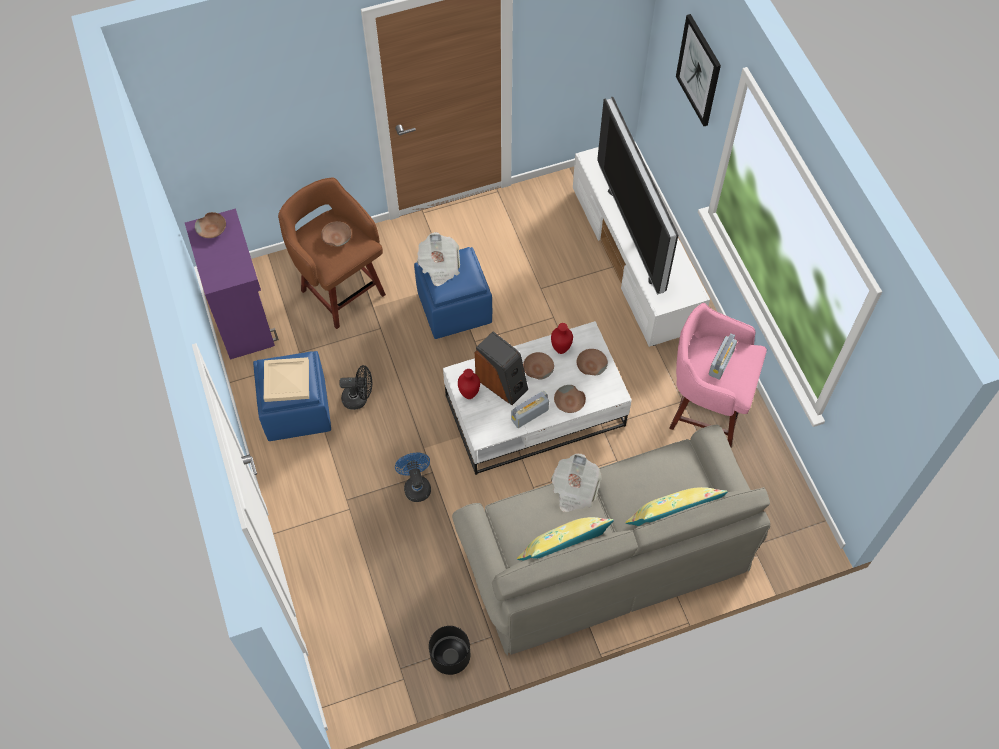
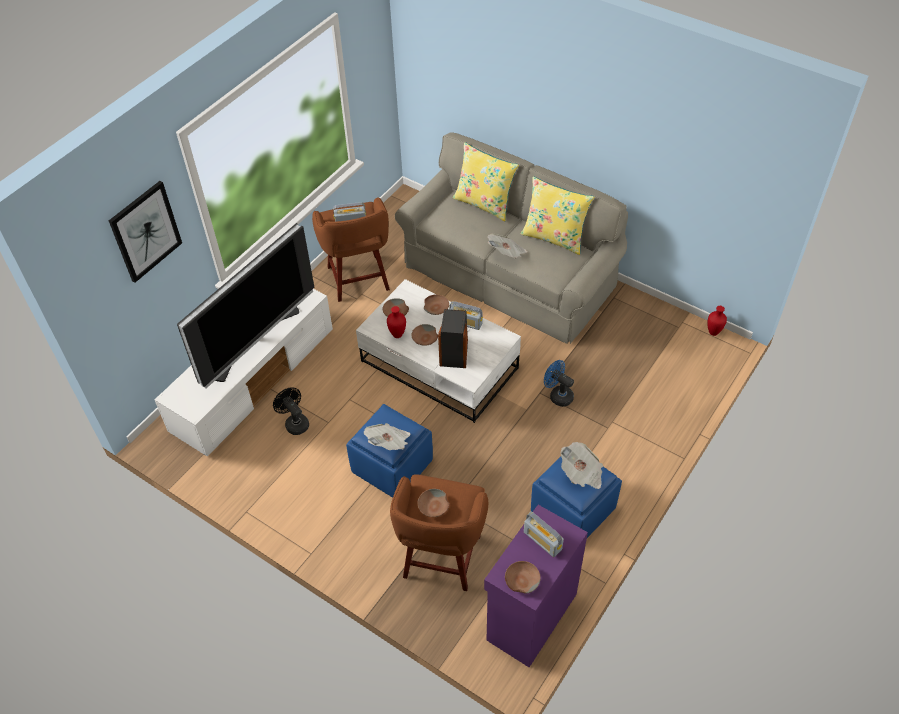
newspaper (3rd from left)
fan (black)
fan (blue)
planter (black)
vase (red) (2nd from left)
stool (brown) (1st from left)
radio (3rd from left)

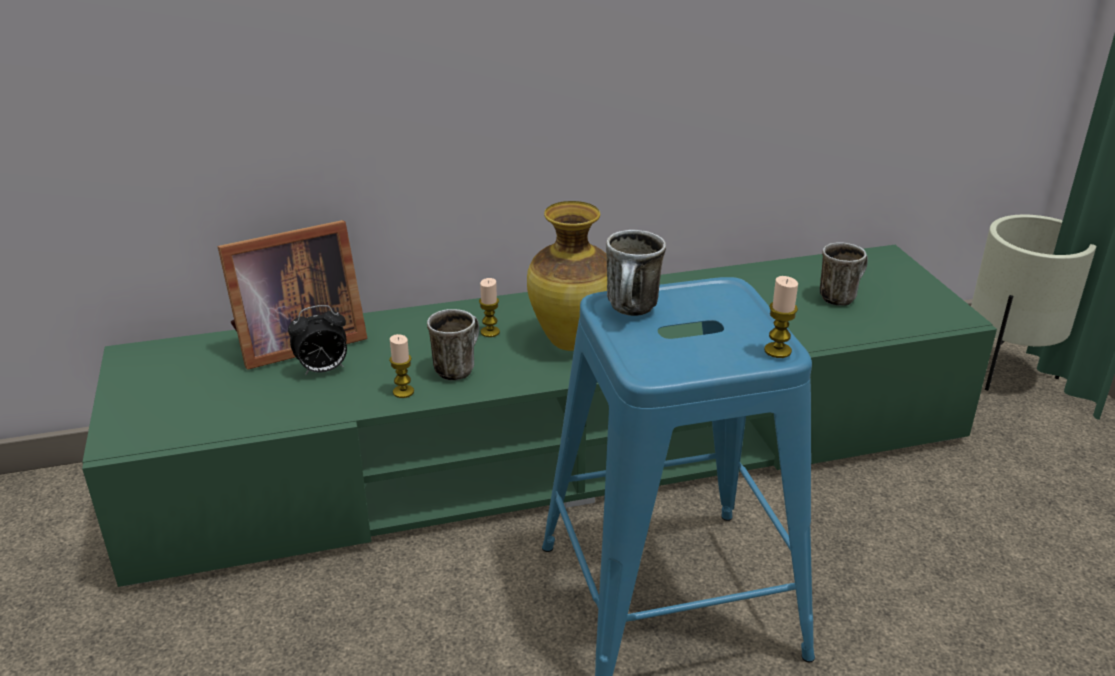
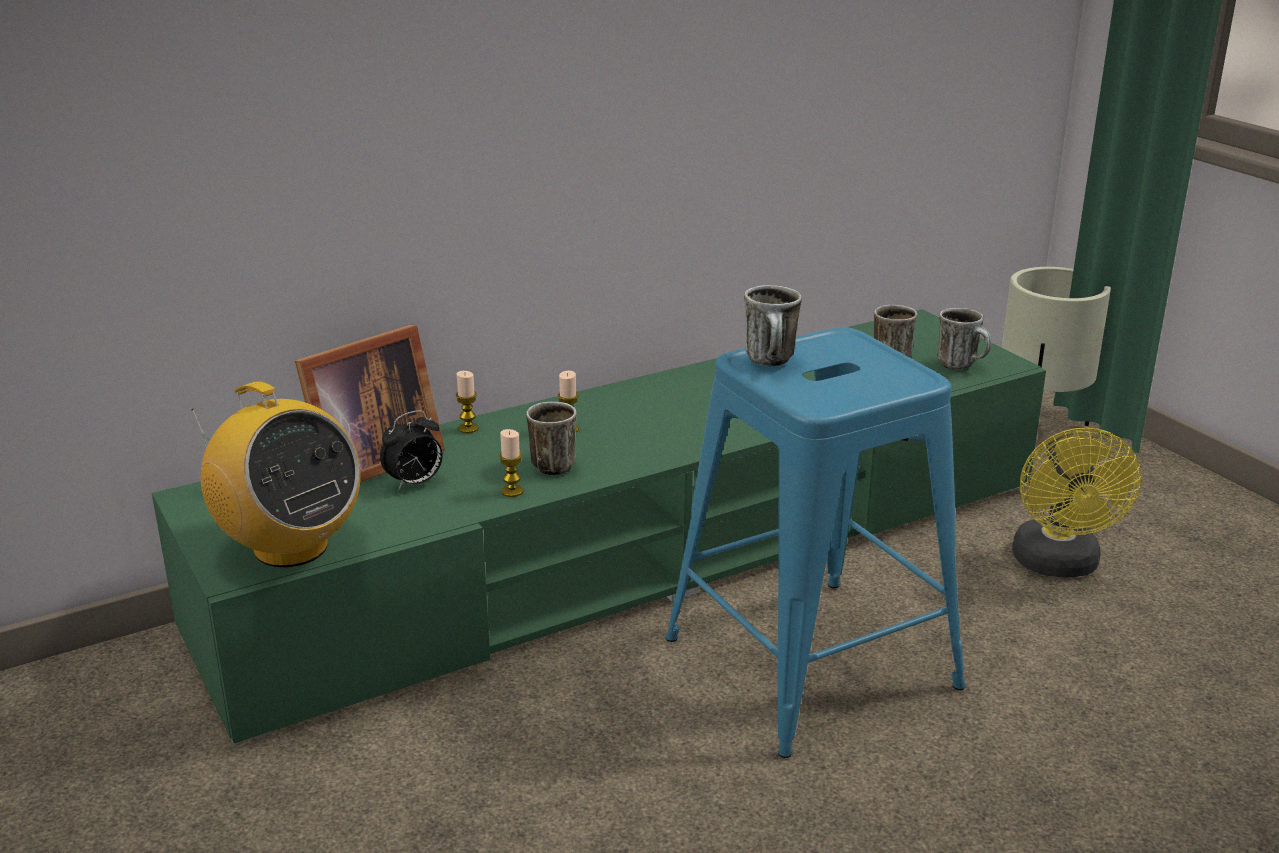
vase
candle (1st from left)
radio
mug (4th from left)
fan (yellow)

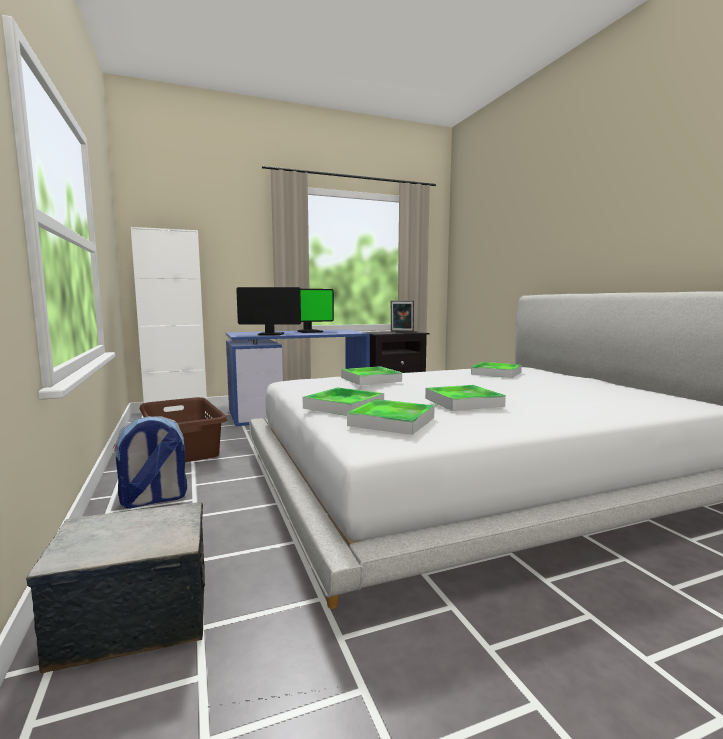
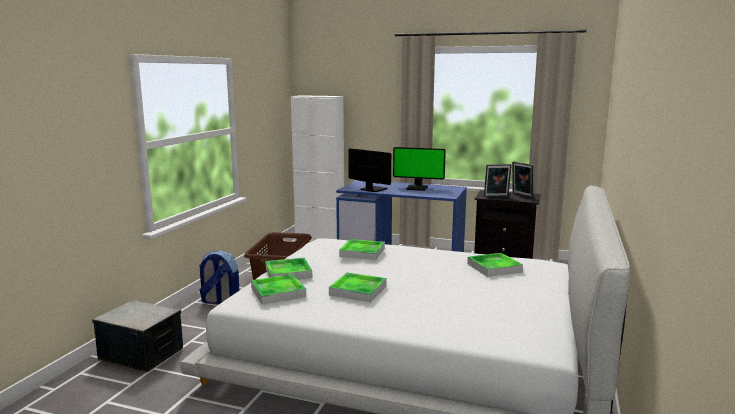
picture frame (1st from left)

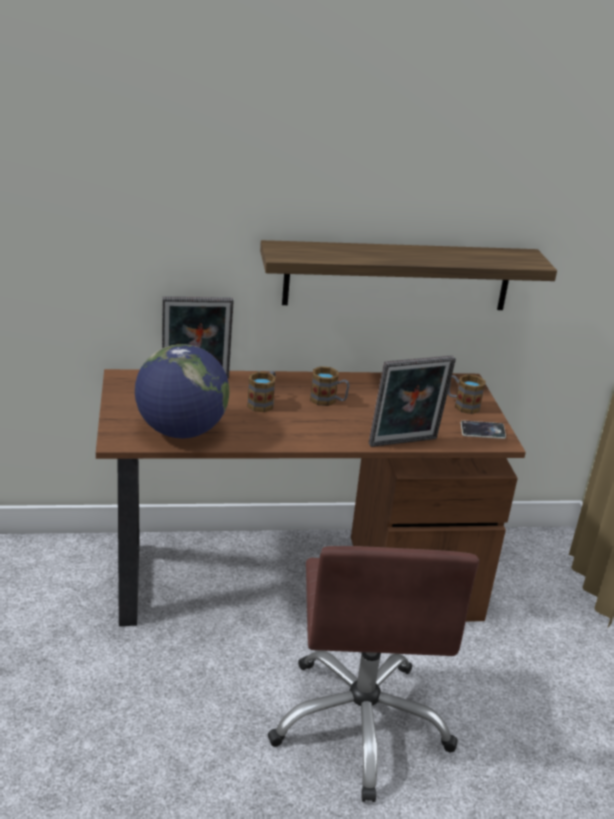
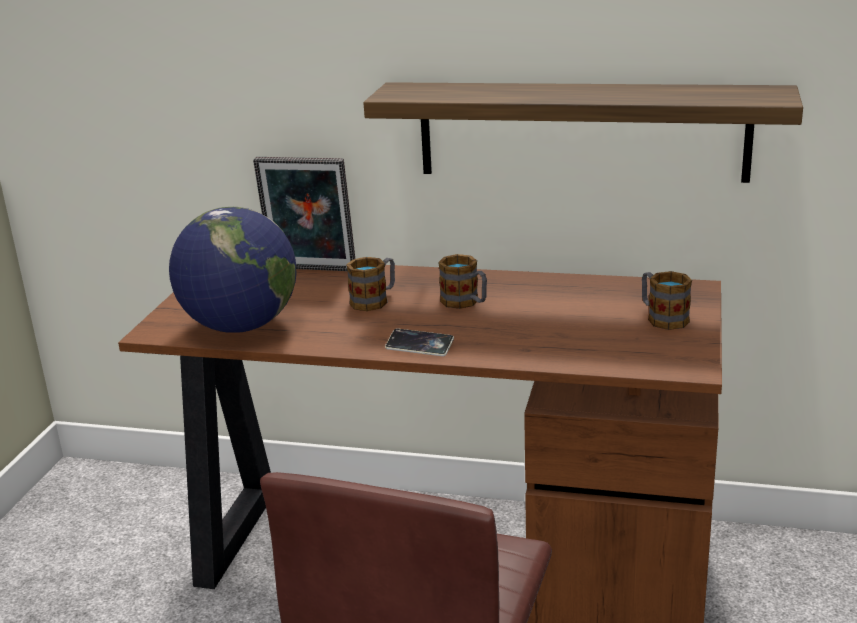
picture frame (2nd from left in the first image)
phone

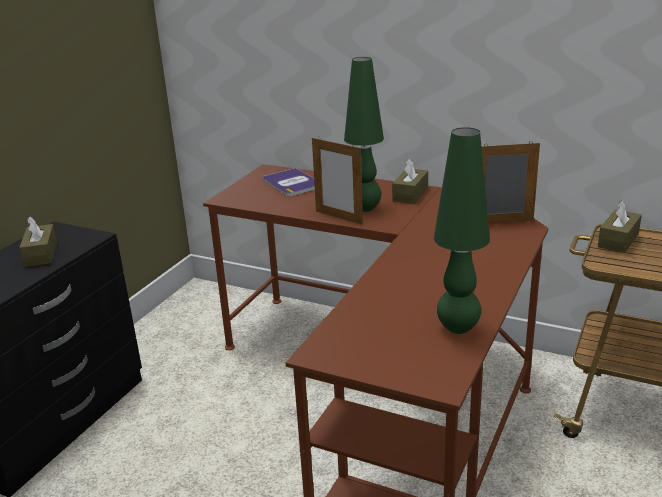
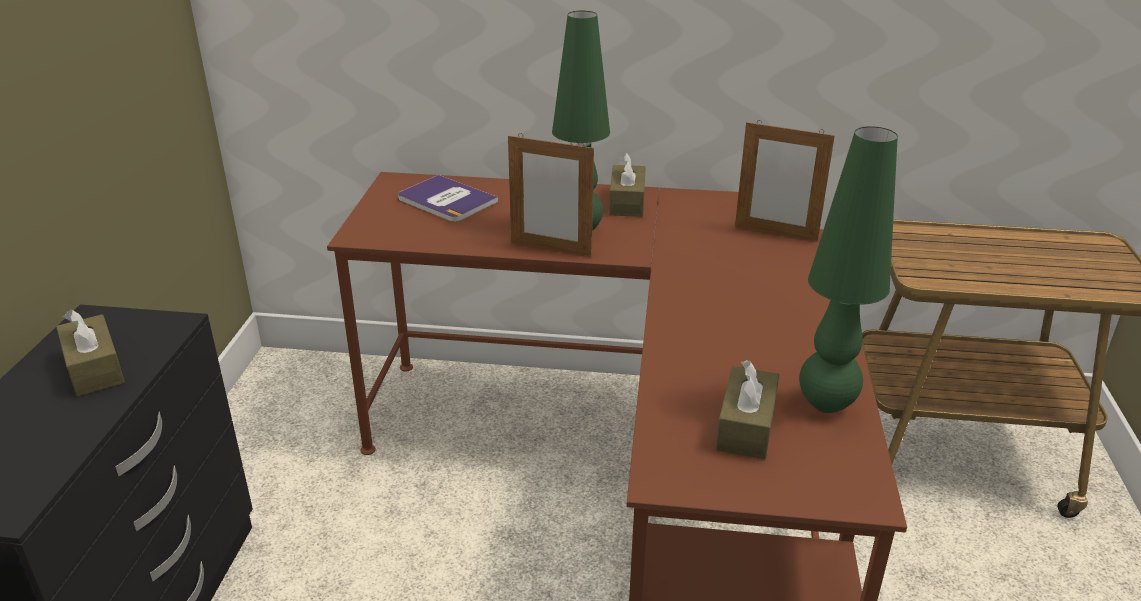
picture frame (2nd from left)
tissue box (brown) (3rd from left)

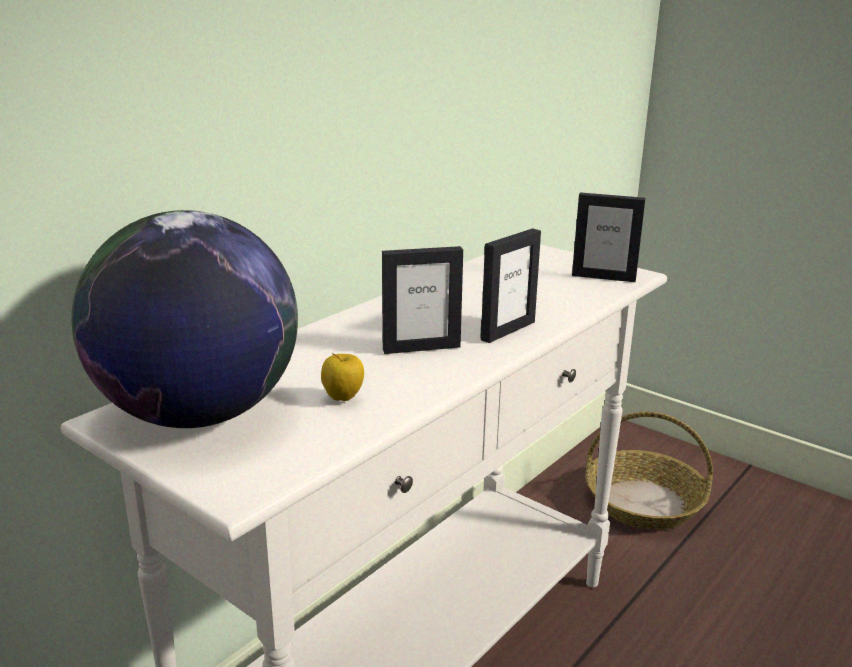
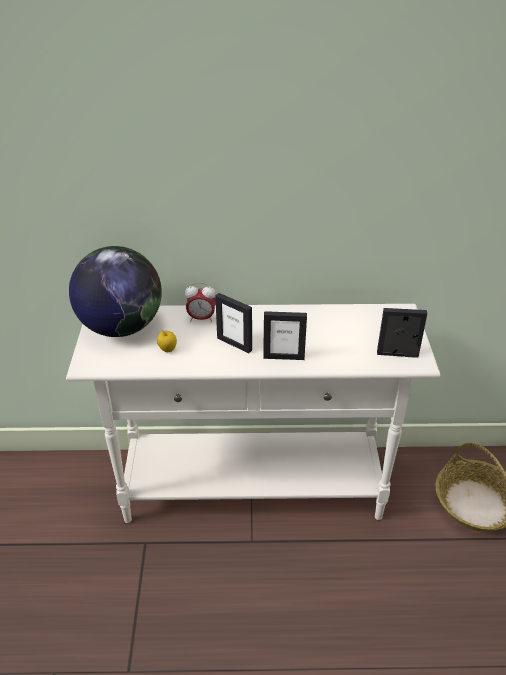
picture frame (3rd from left)
alarm clock

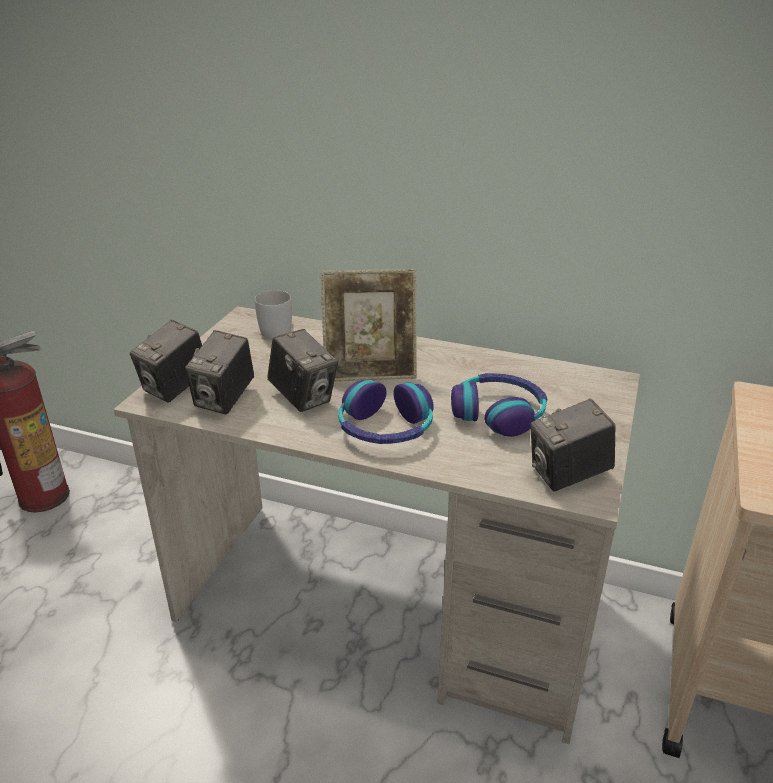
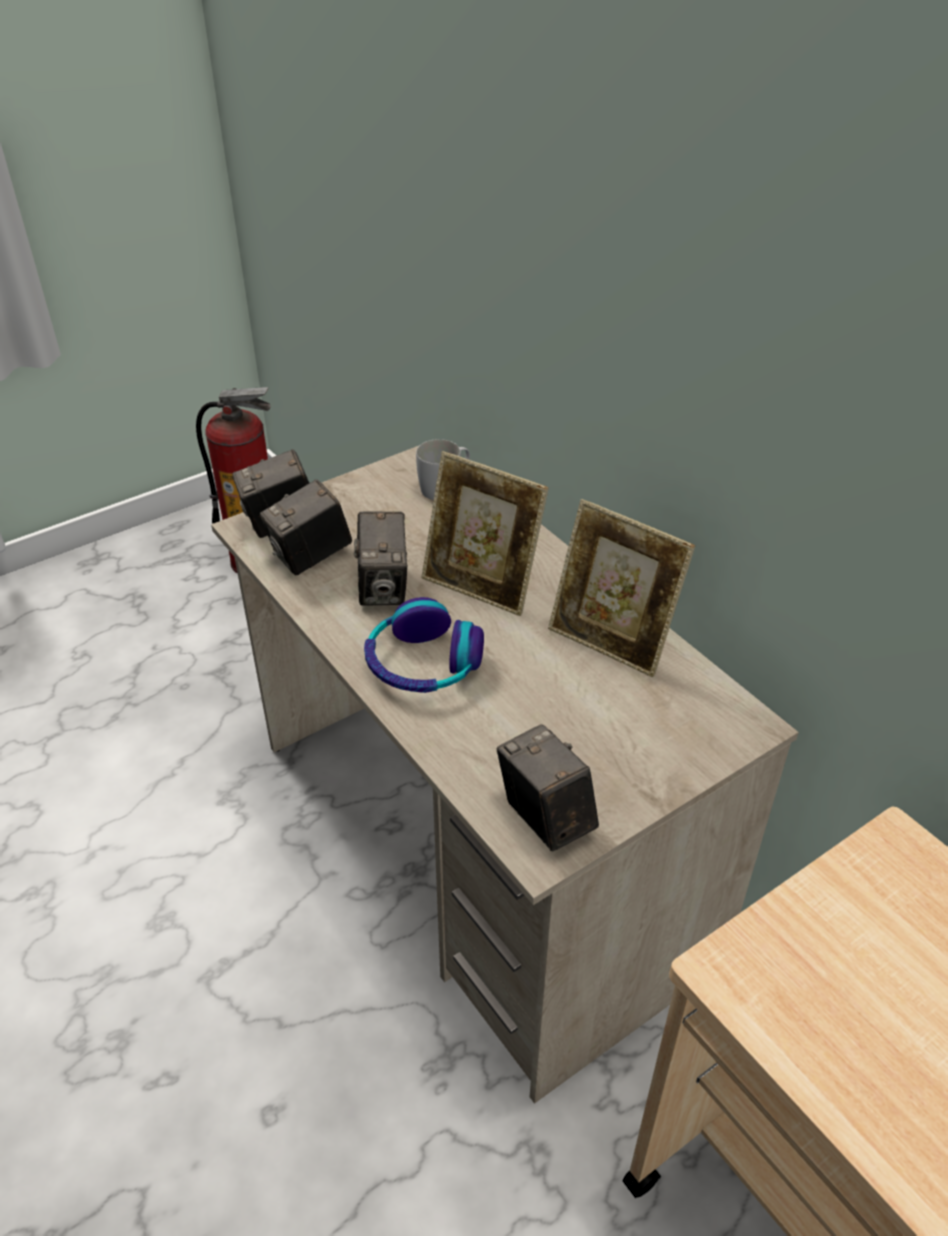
headphones (2nd from left in the first image)
photo camera (4th from left)
picture frame (2nd from left)

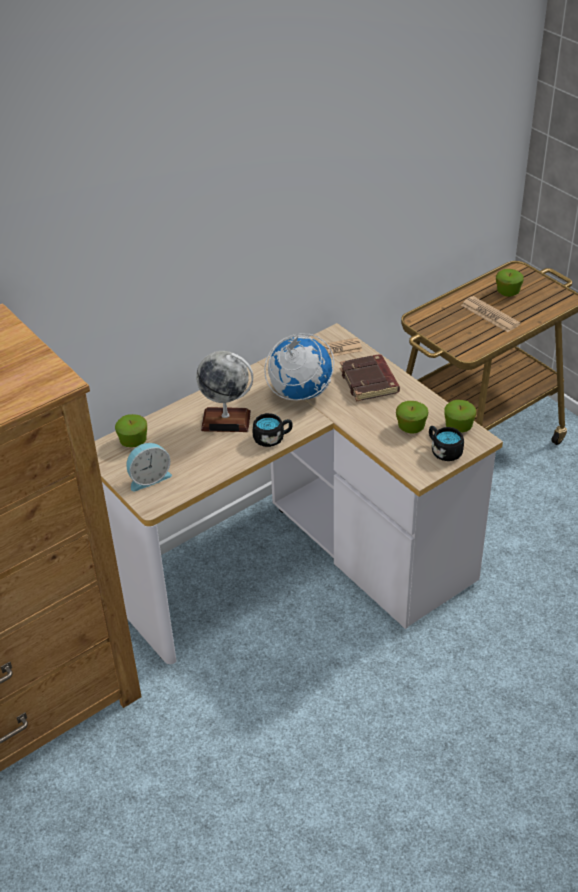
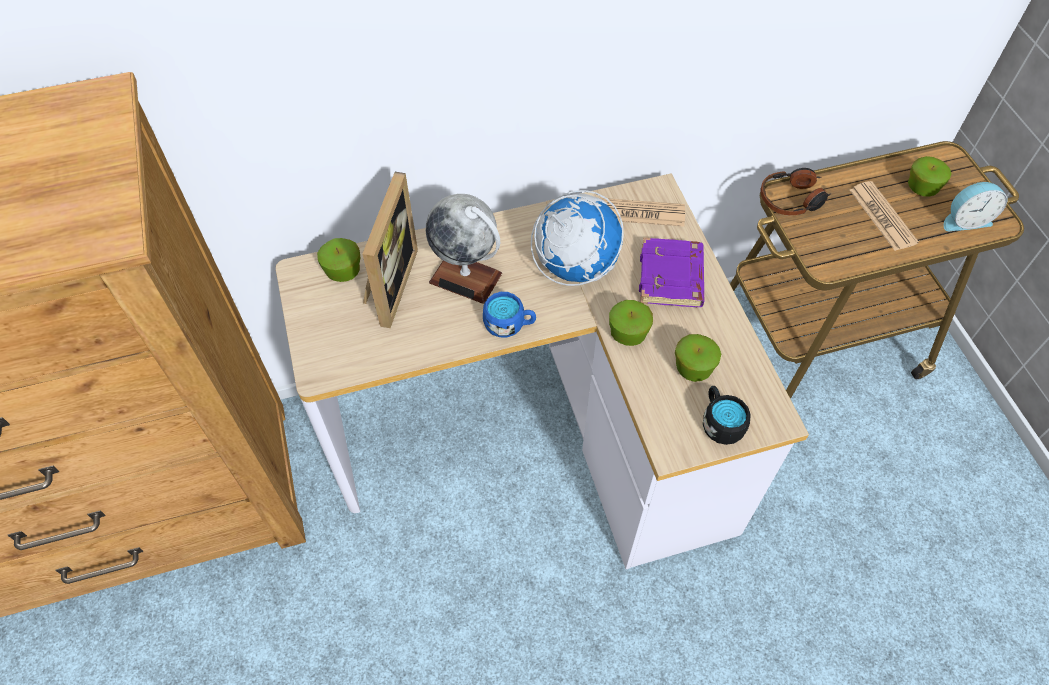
alarm clock
mug (blue)
book (purple)
apple (2nd from left)
picture frame
headphones

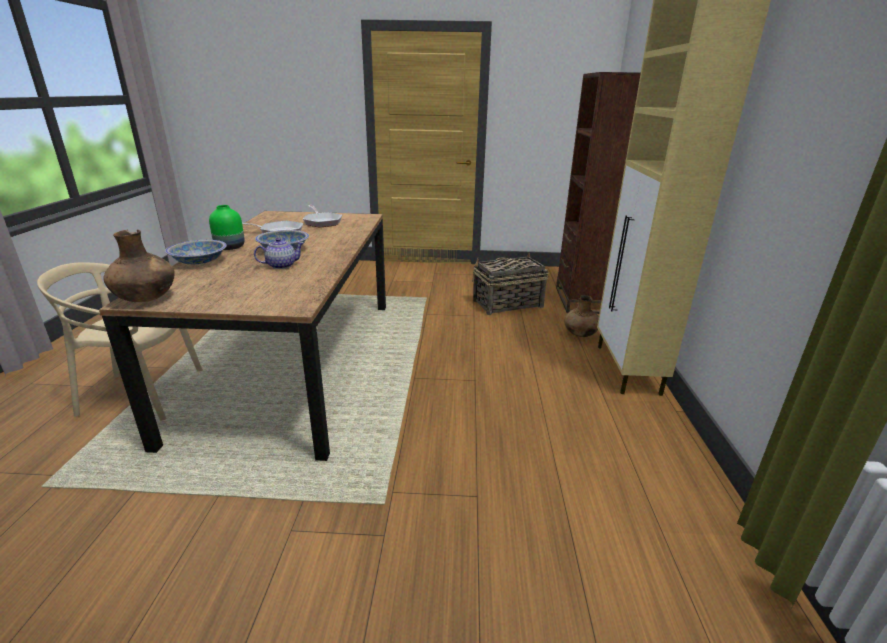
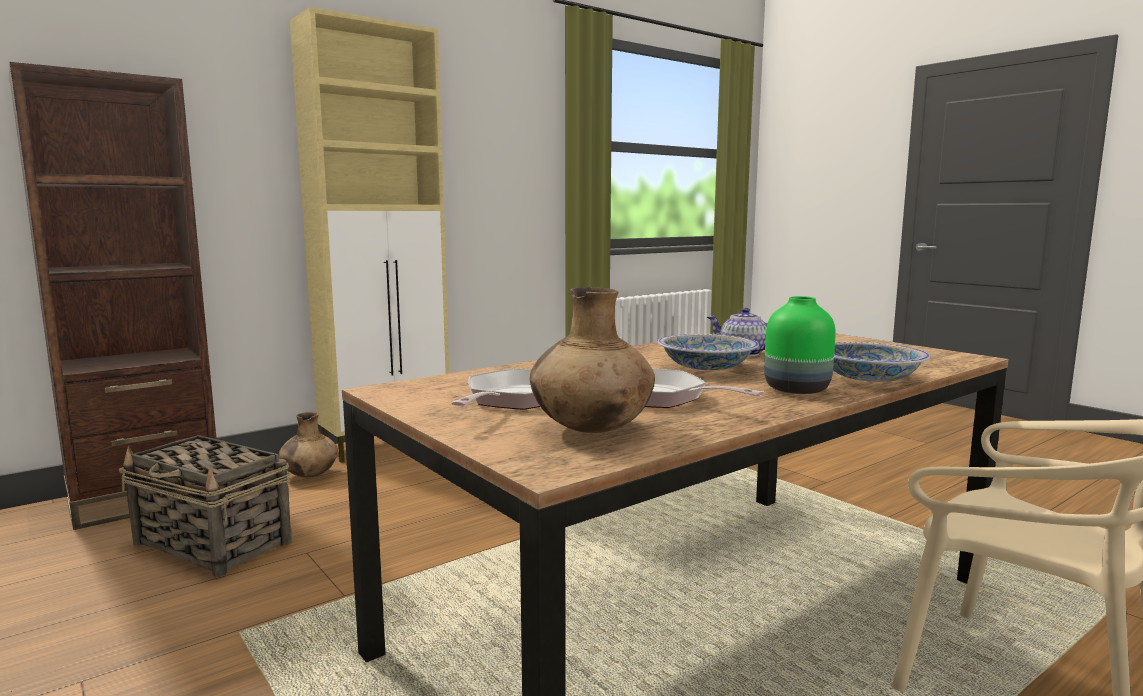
vase (brown) (2nd from left)

